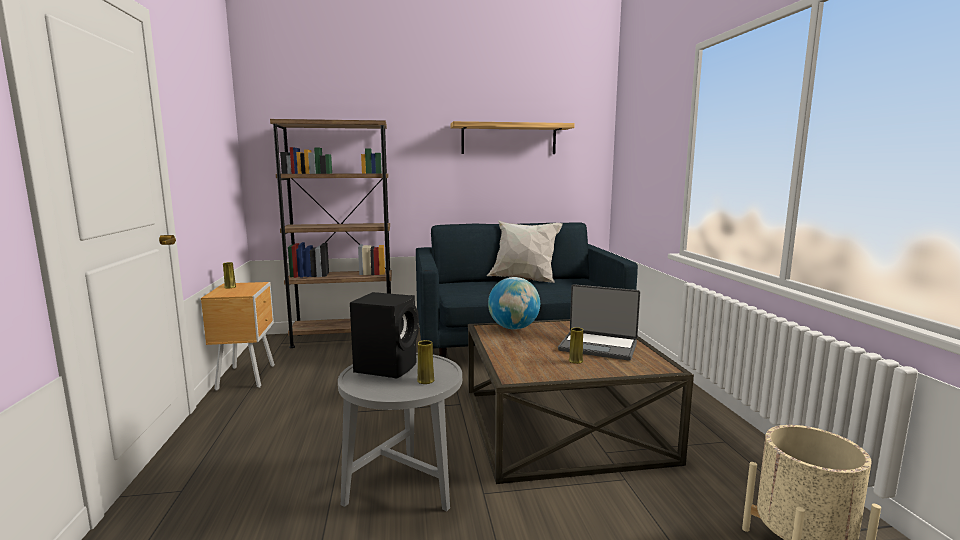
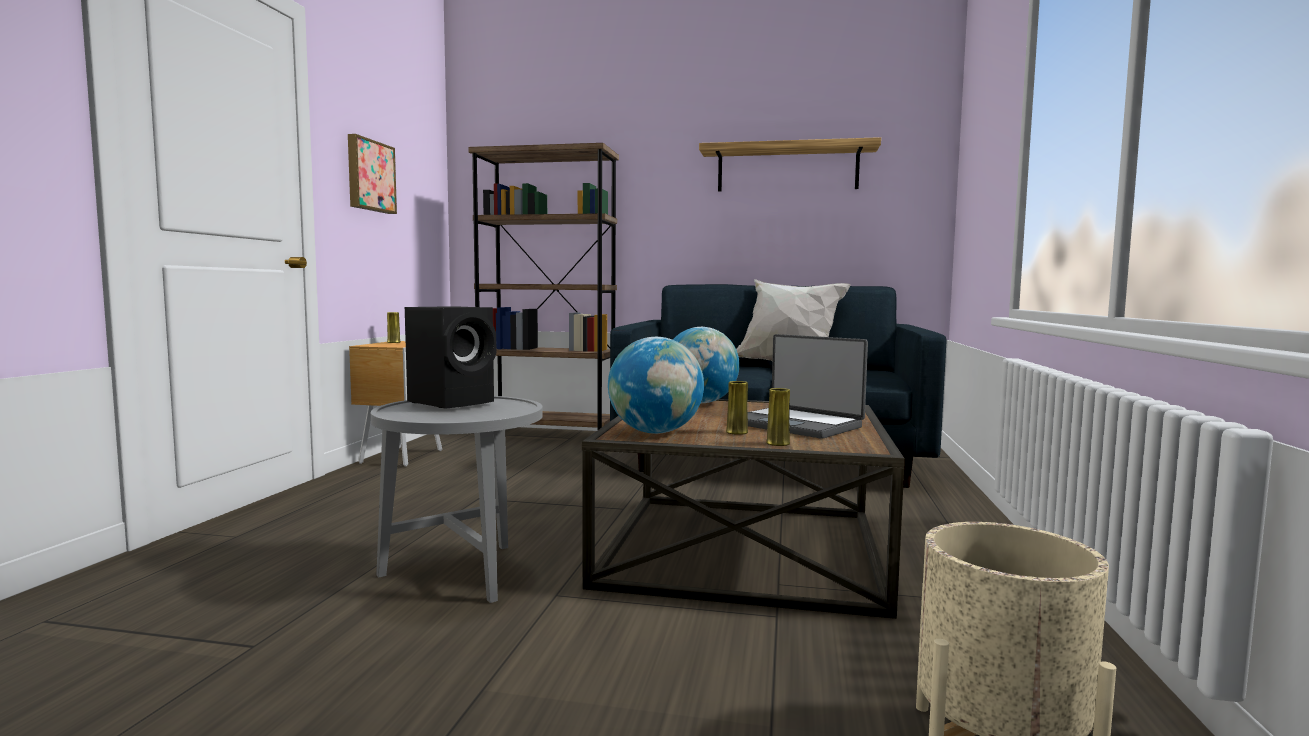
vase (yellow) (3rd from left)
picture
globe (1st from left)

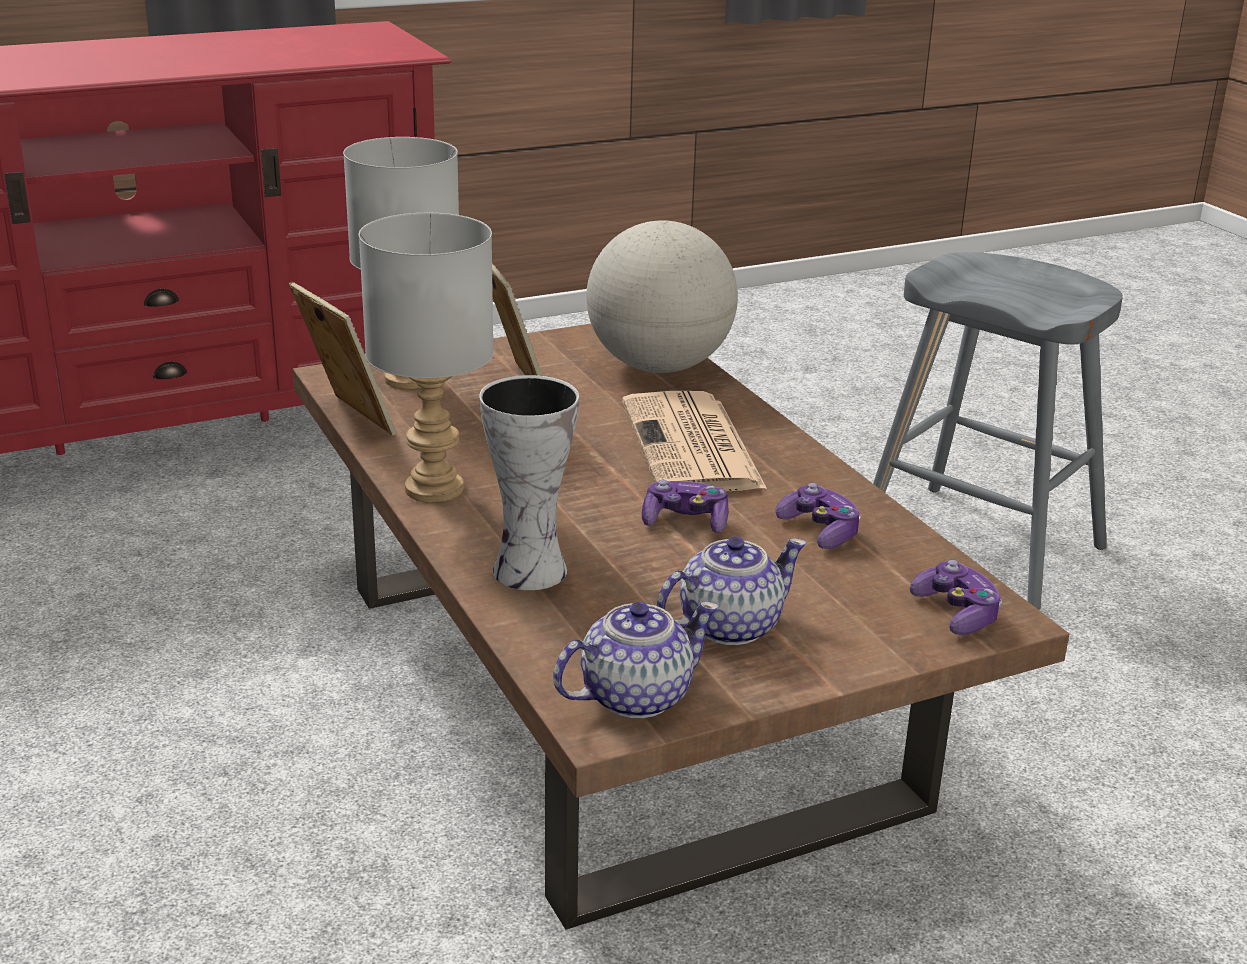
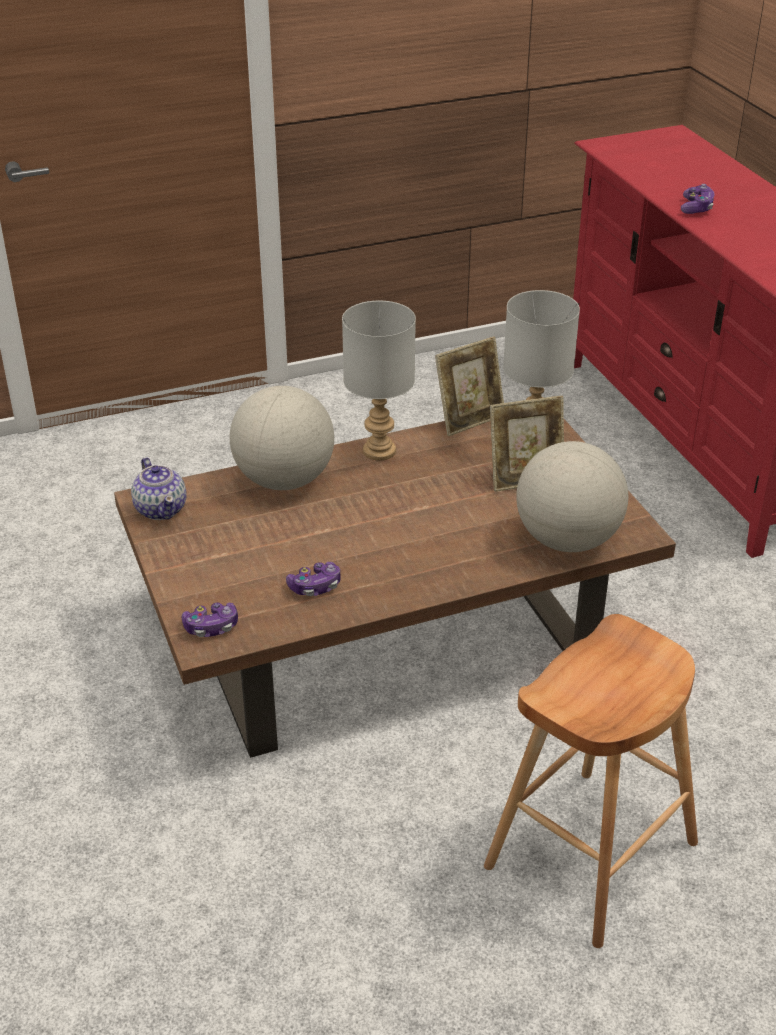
globe (1st from left)
newspaper
game controller (3rd from left)
teapot (2nd from left in the first image)
stool (brown)

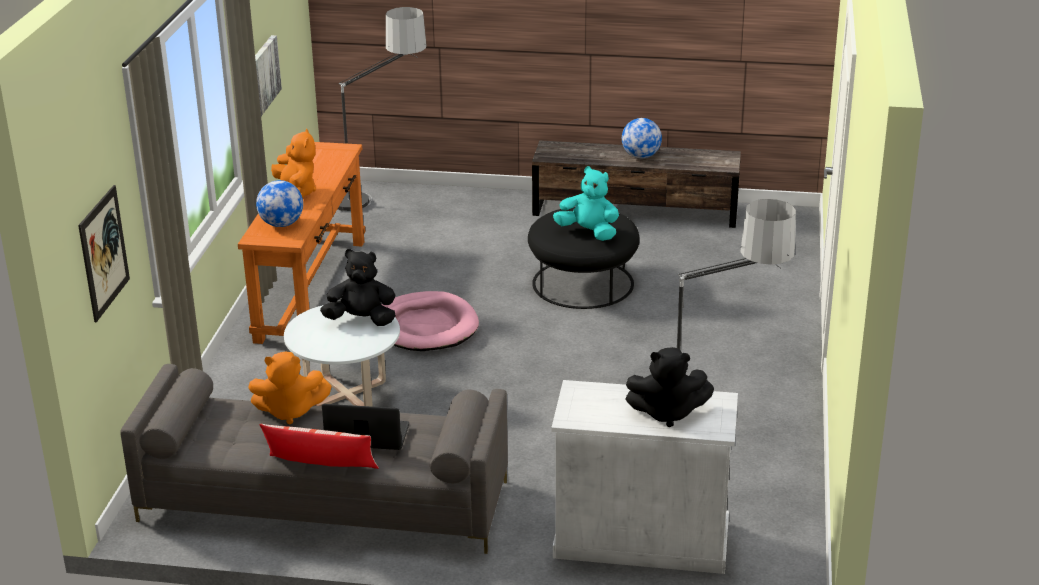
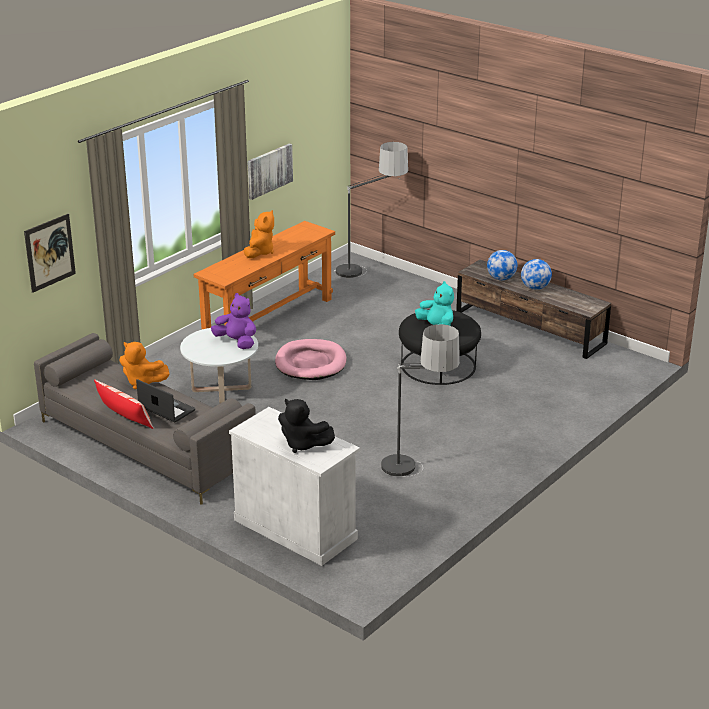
globe (1st from left)
plush toy (purple)

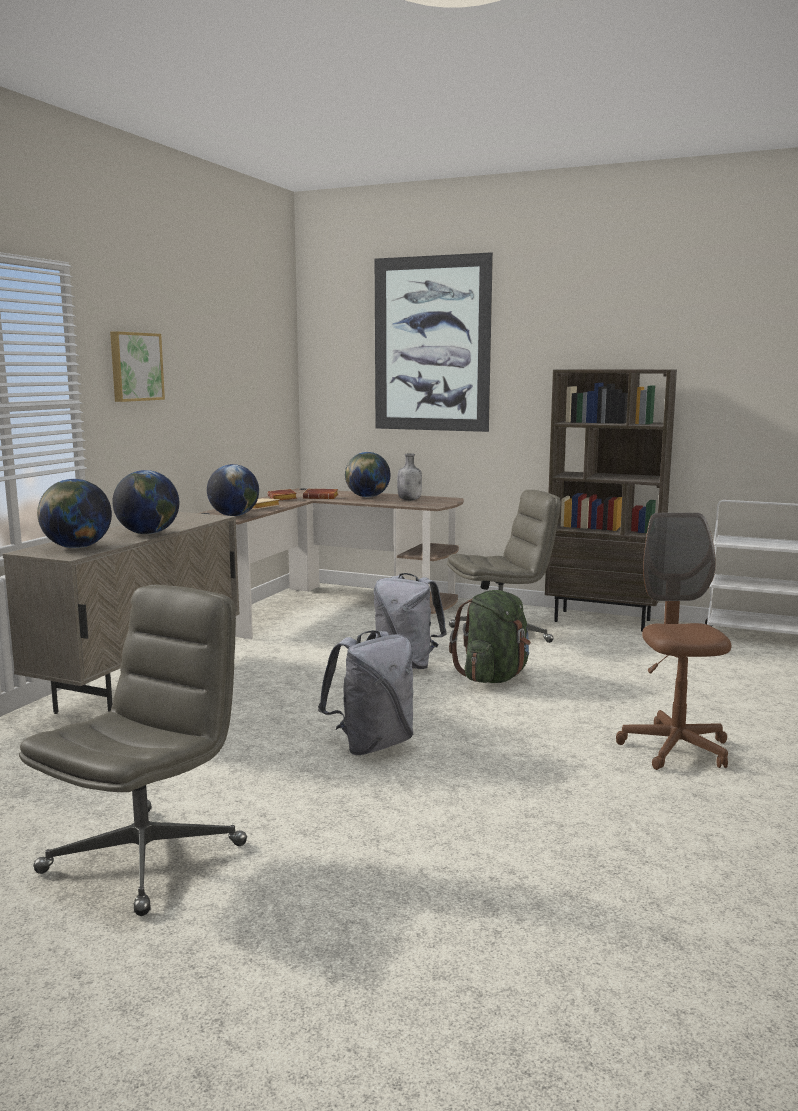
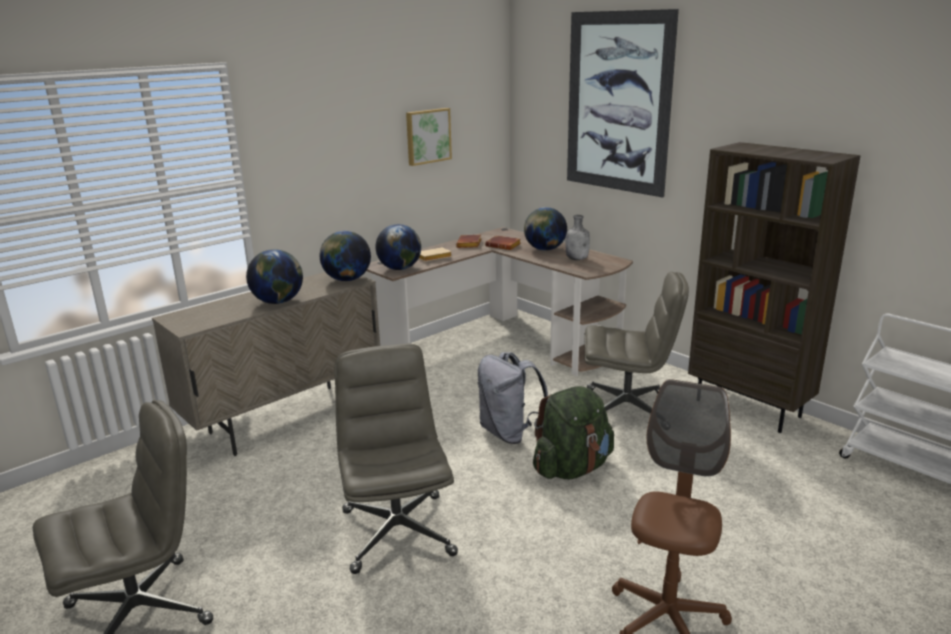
globe (2nd from left)
picture (1st from left)
office chair (grey) (2nd from left)

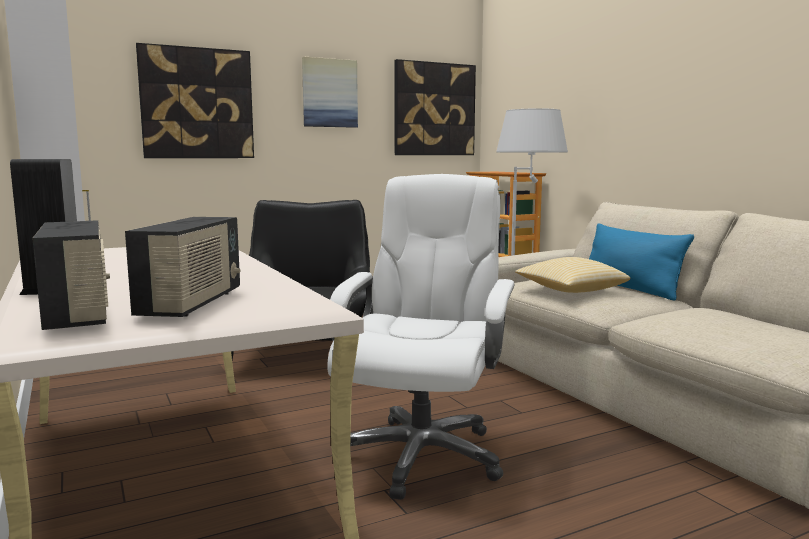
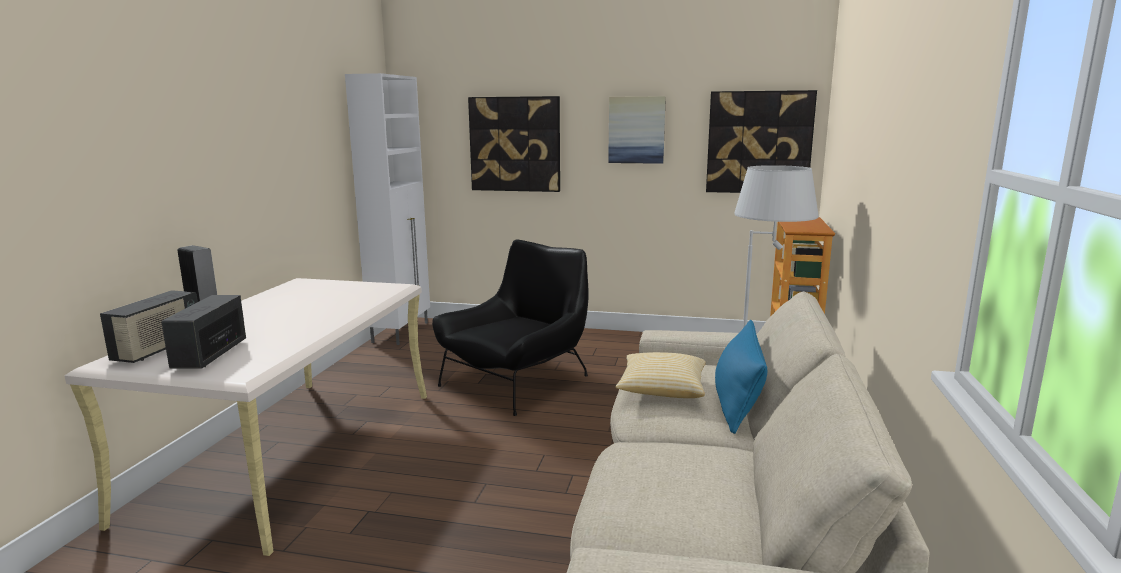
radio (2nd from left)
office chair (white)

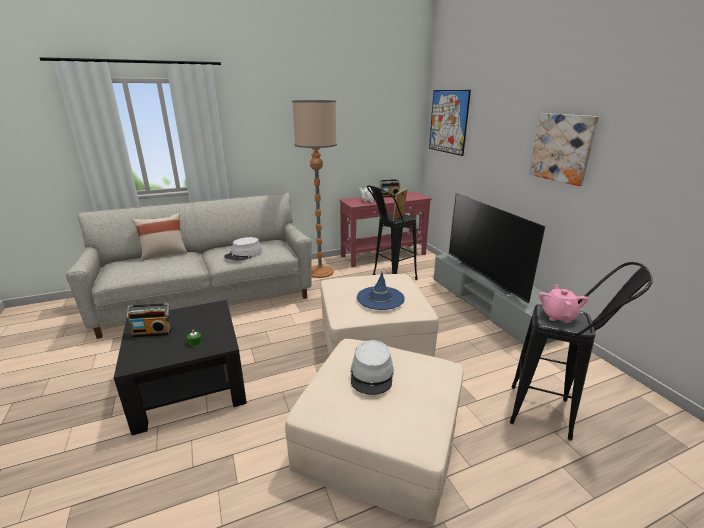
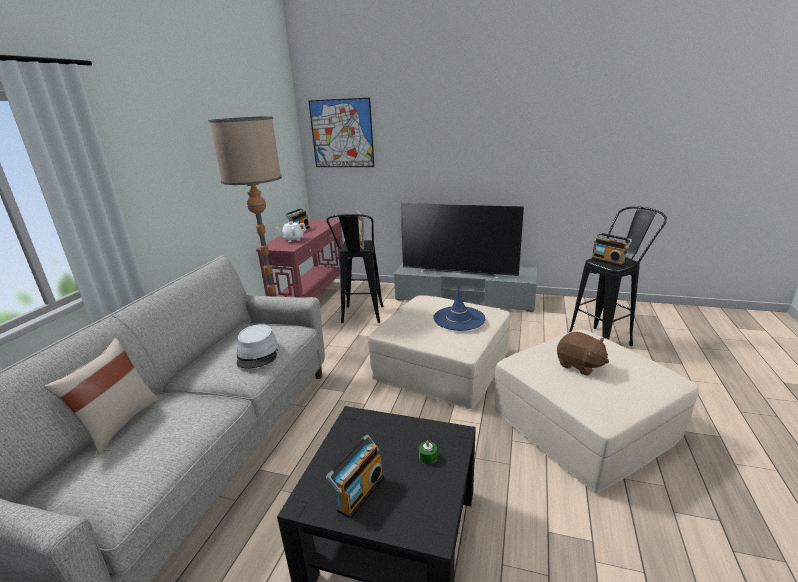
plush toy (brown)
picture (2nd from left in the first image)
radio (3rd from left)

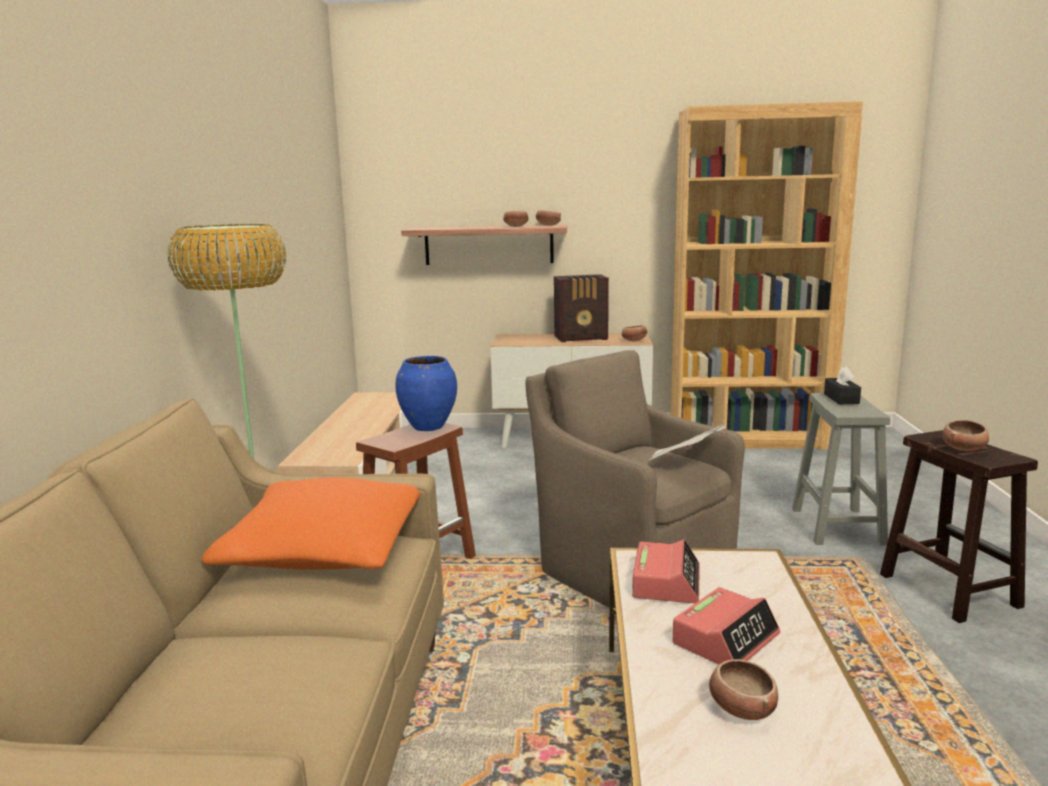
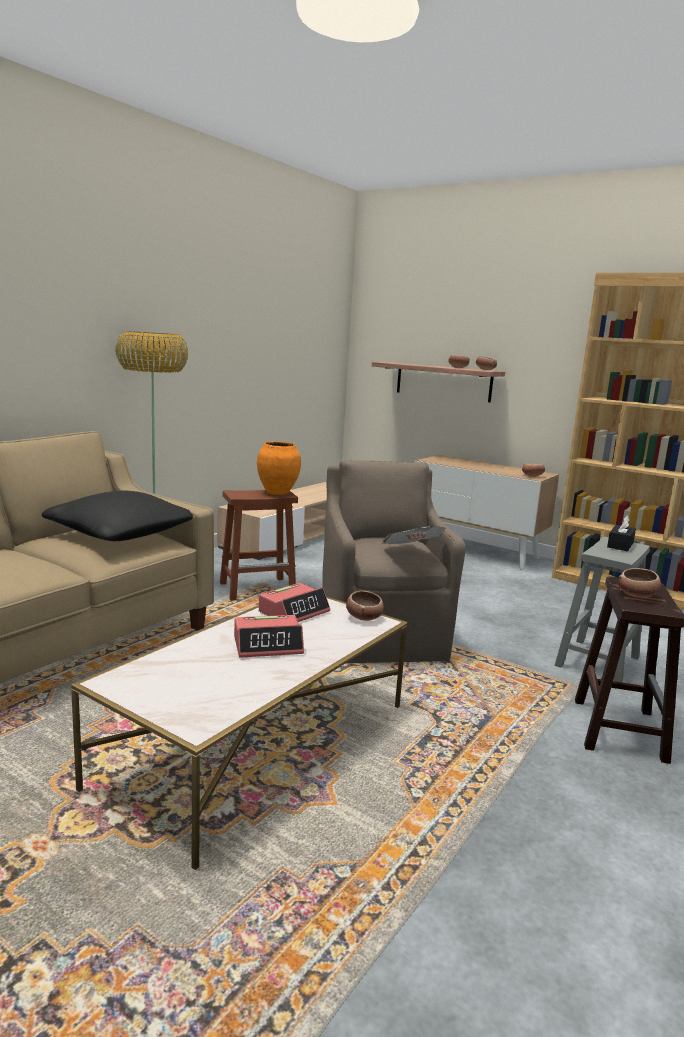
pillow (black)
vase (orange)
radio
bowl (1st from left)

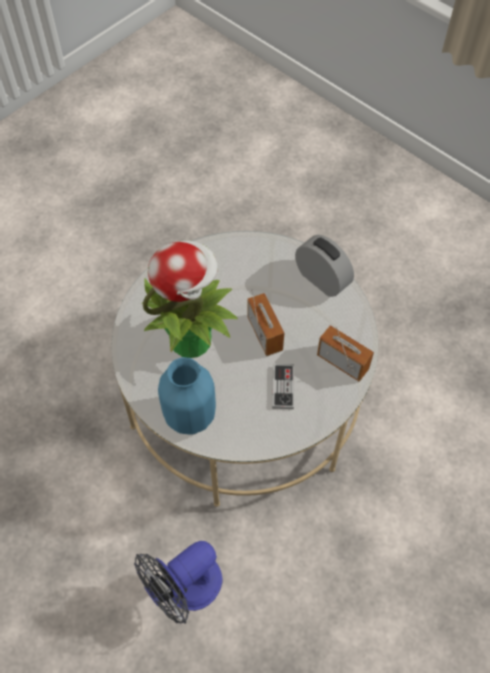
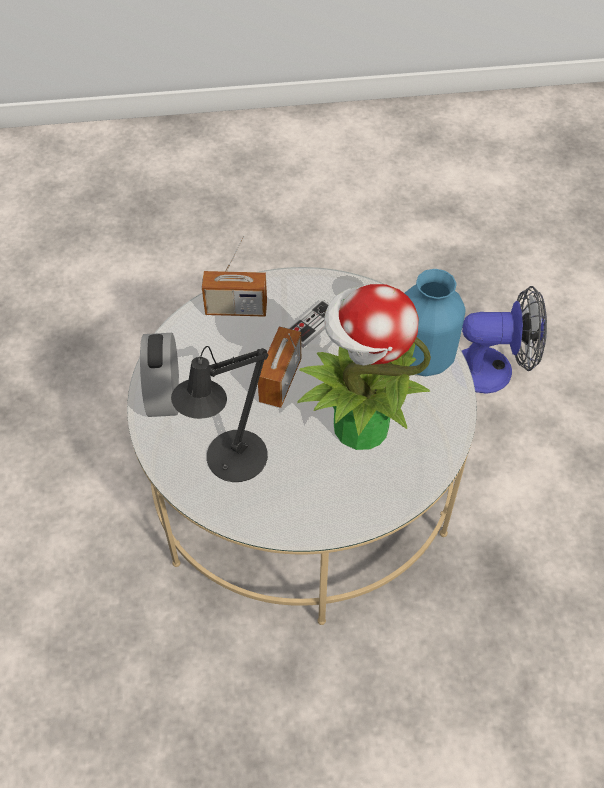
radio (1st from left)
table lamp (black)

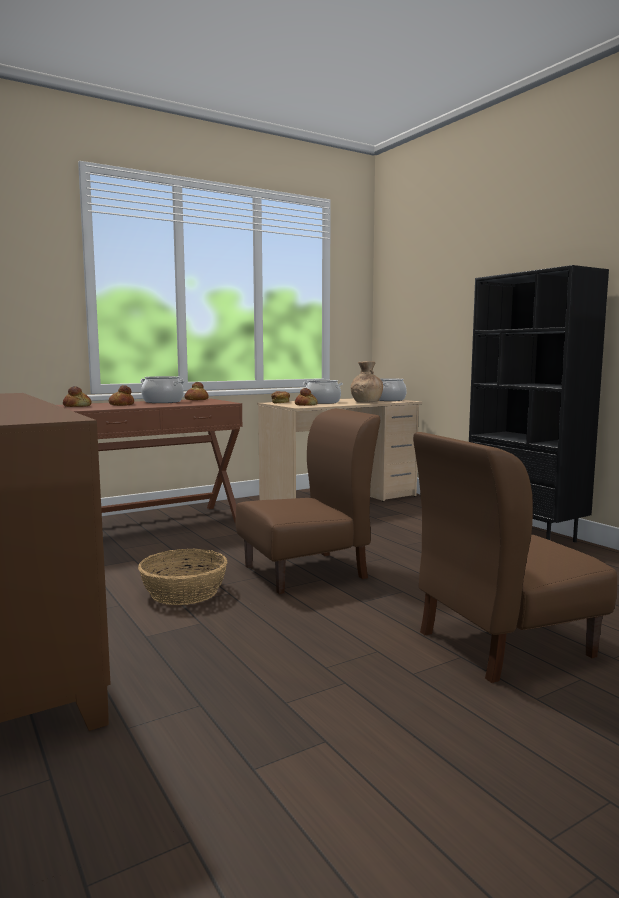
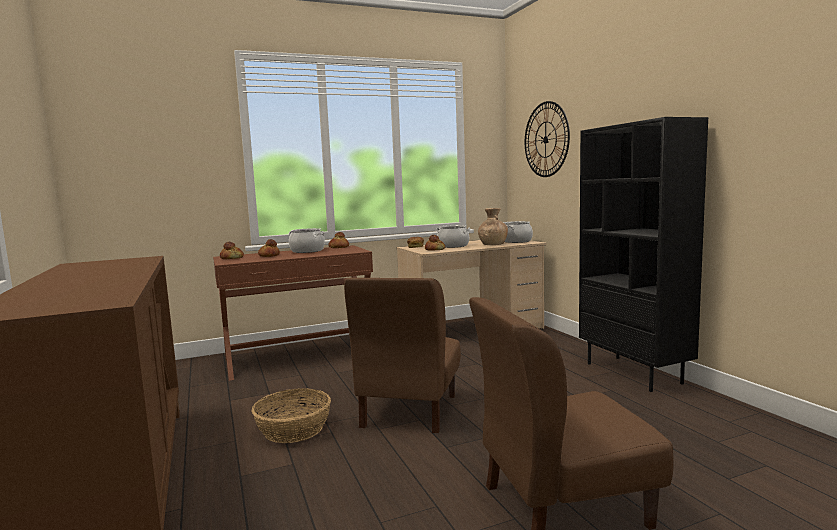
chair (brown) (1st from left)
wall clock

